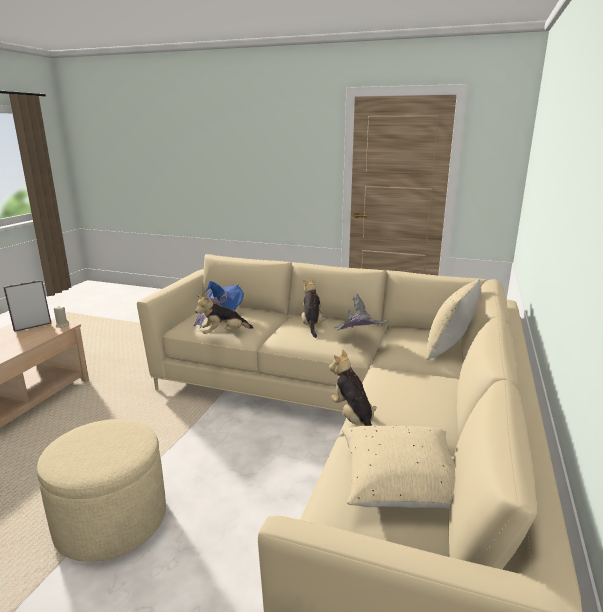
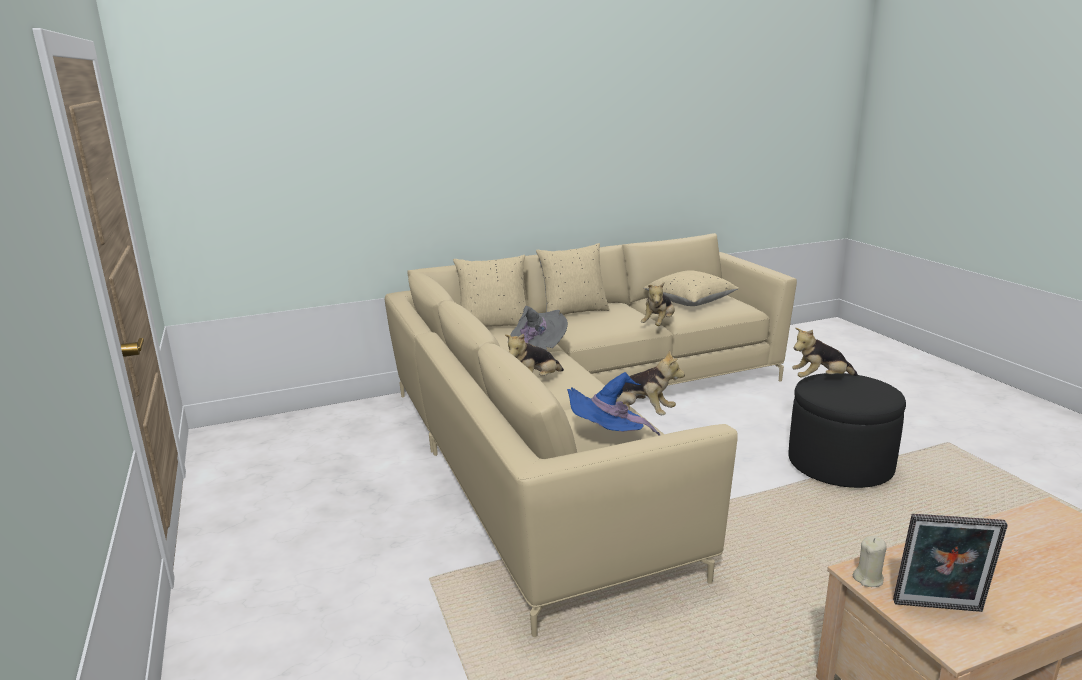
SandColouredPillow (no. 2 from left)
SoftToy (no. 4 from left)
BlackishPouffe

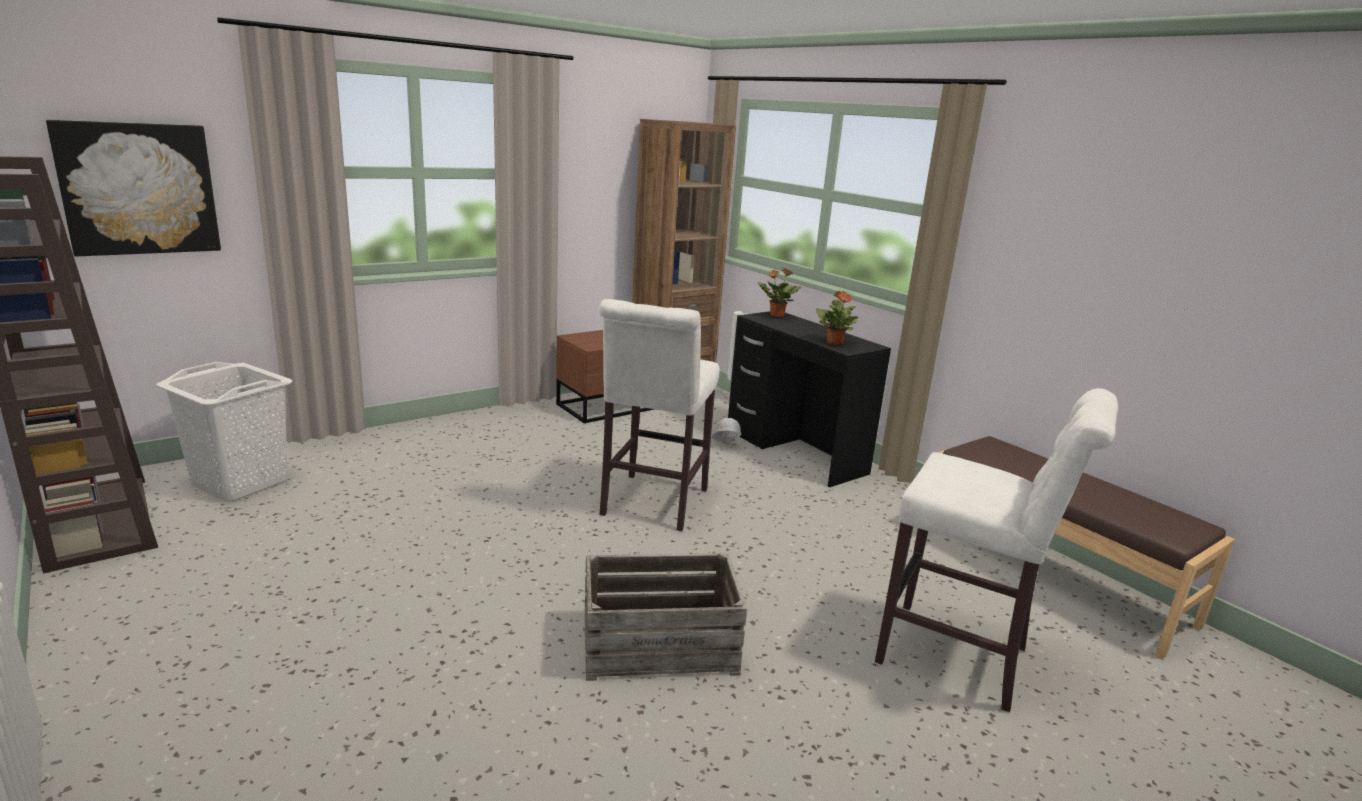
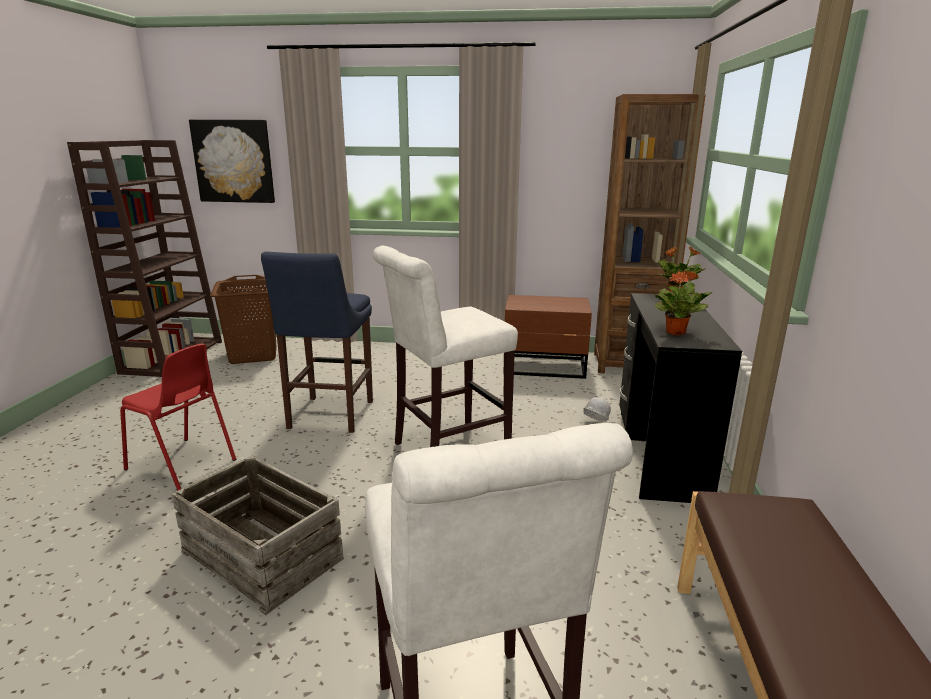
ReddishPlainChair
BlueStool
BrownWashingBasket

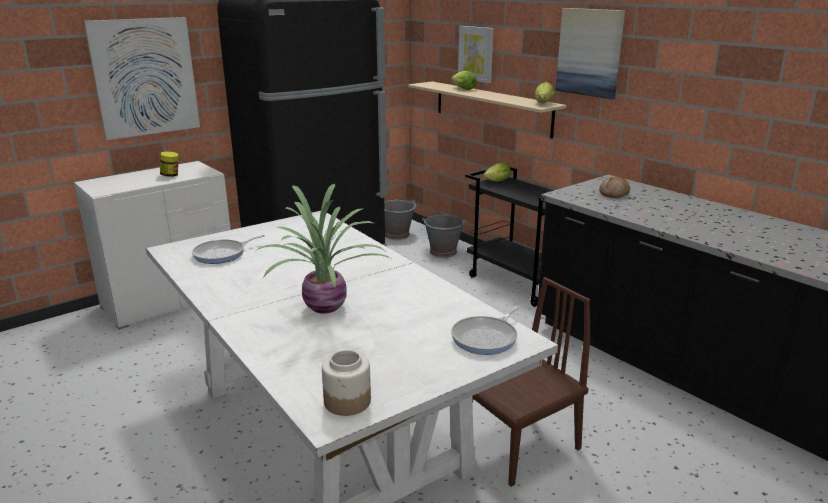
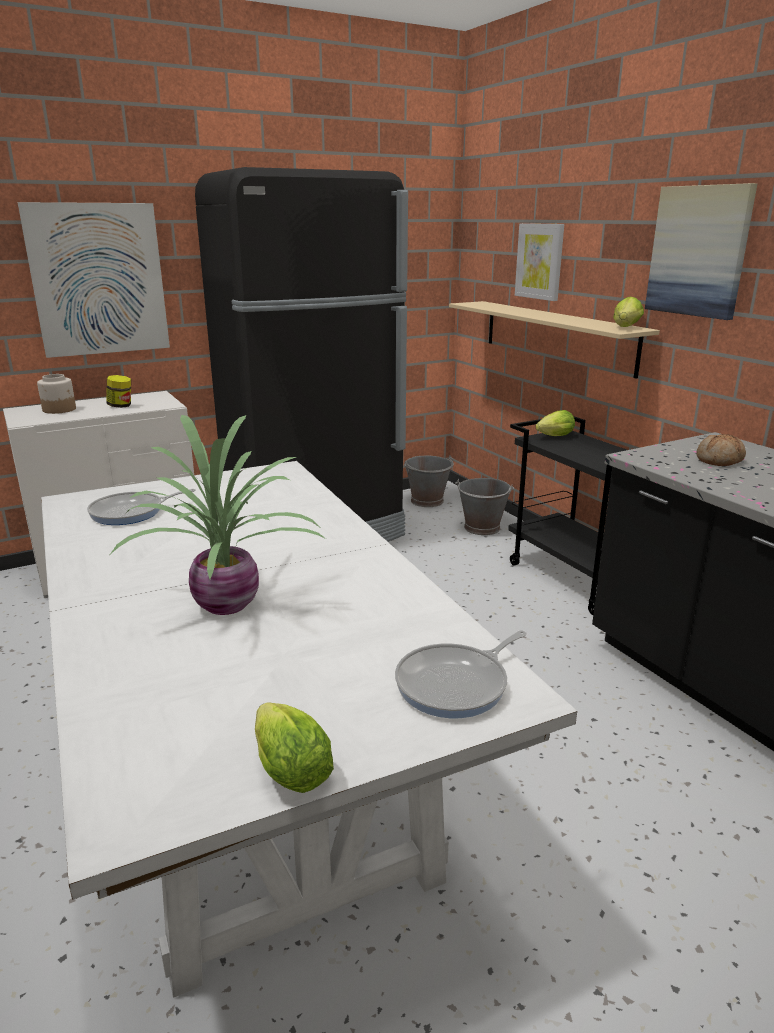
BrownPlainChair
PreserveJar (no. 1 from left)
LettuceHead (no. 1 from left)

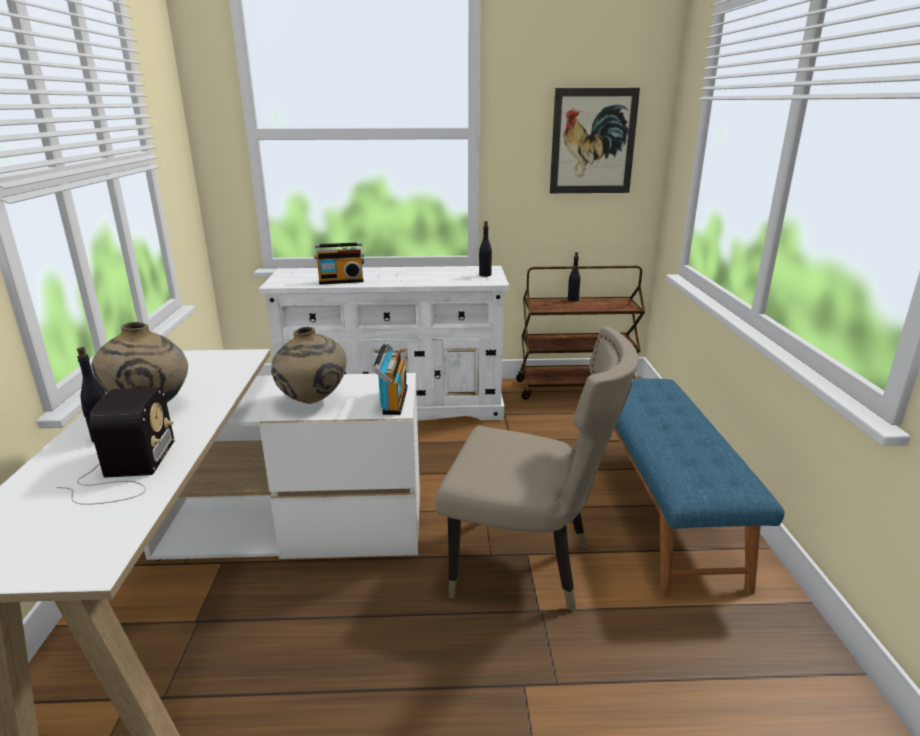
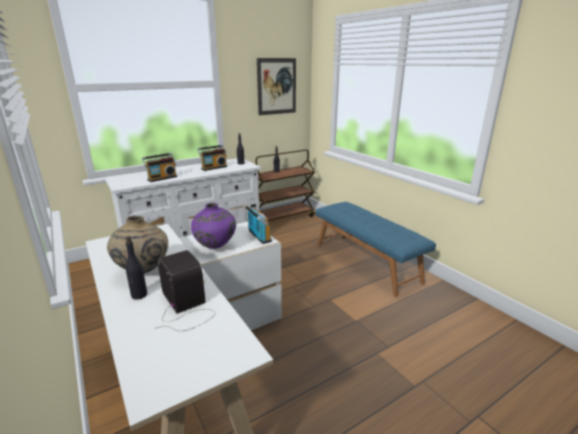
SandColouredPlainChair
RadioReceiver (no. 3 from left)
PurpleFlowerVase

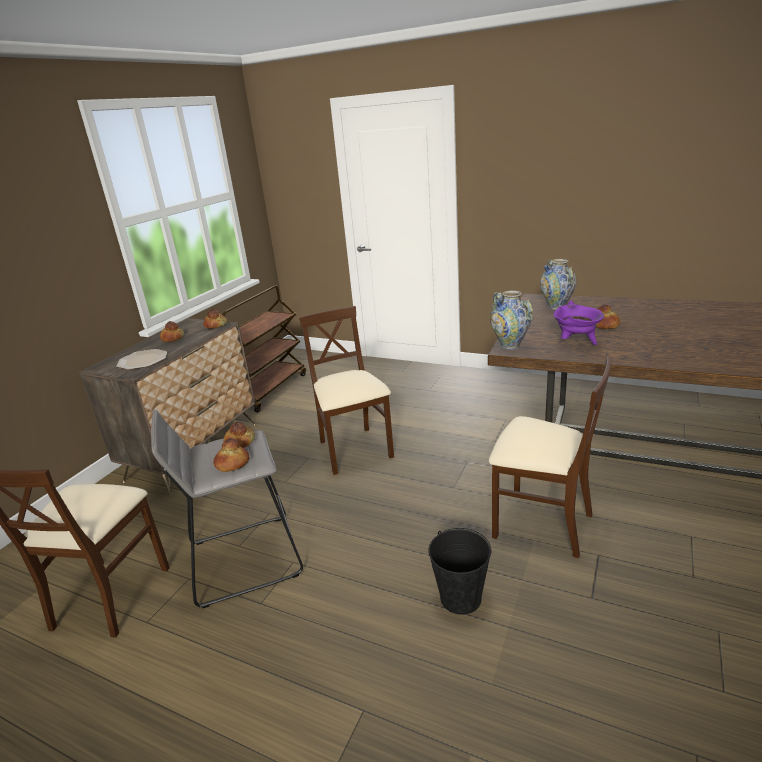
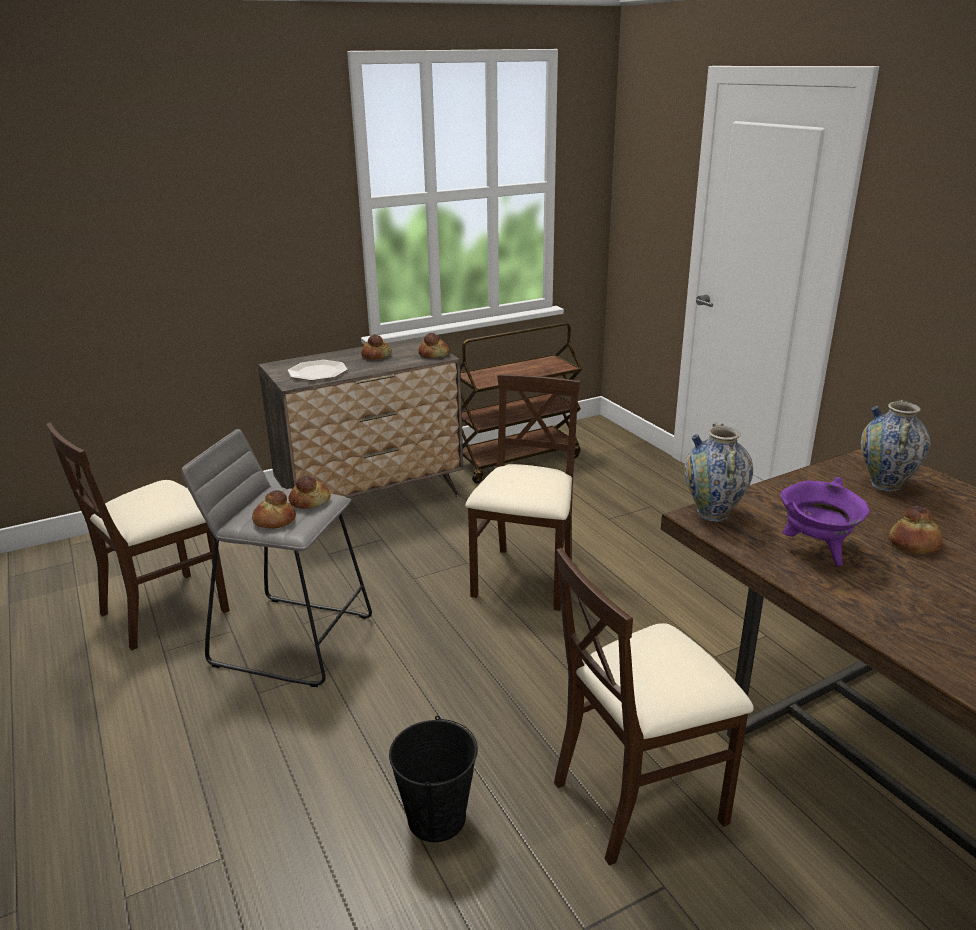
SandColouredPlainChair (no. 3 from left)

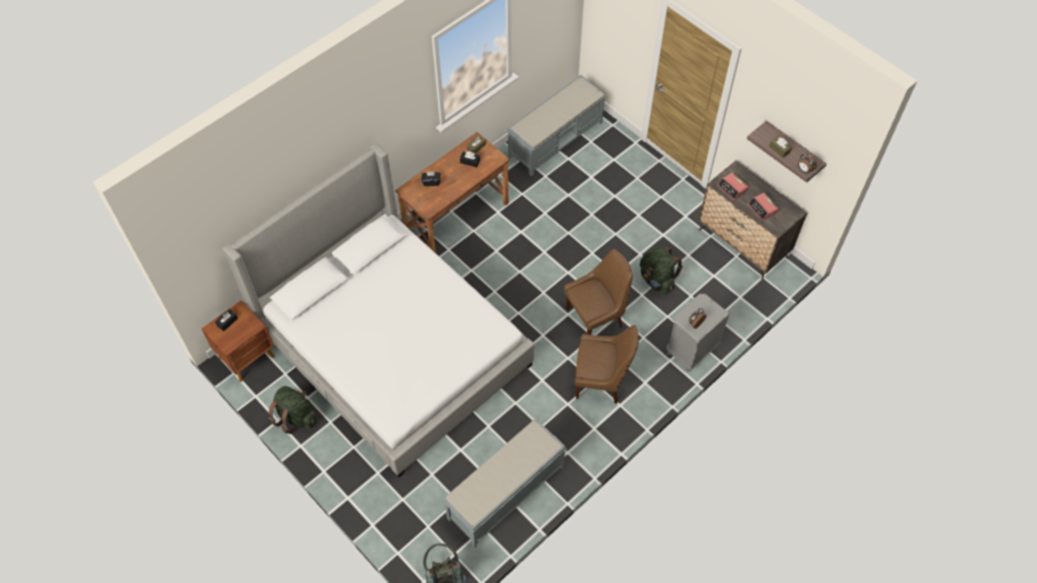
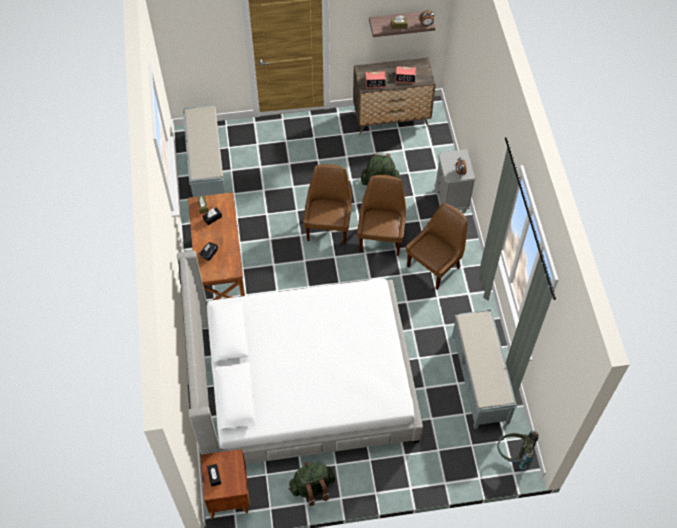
BrownPlainChair (no. 1 from left)

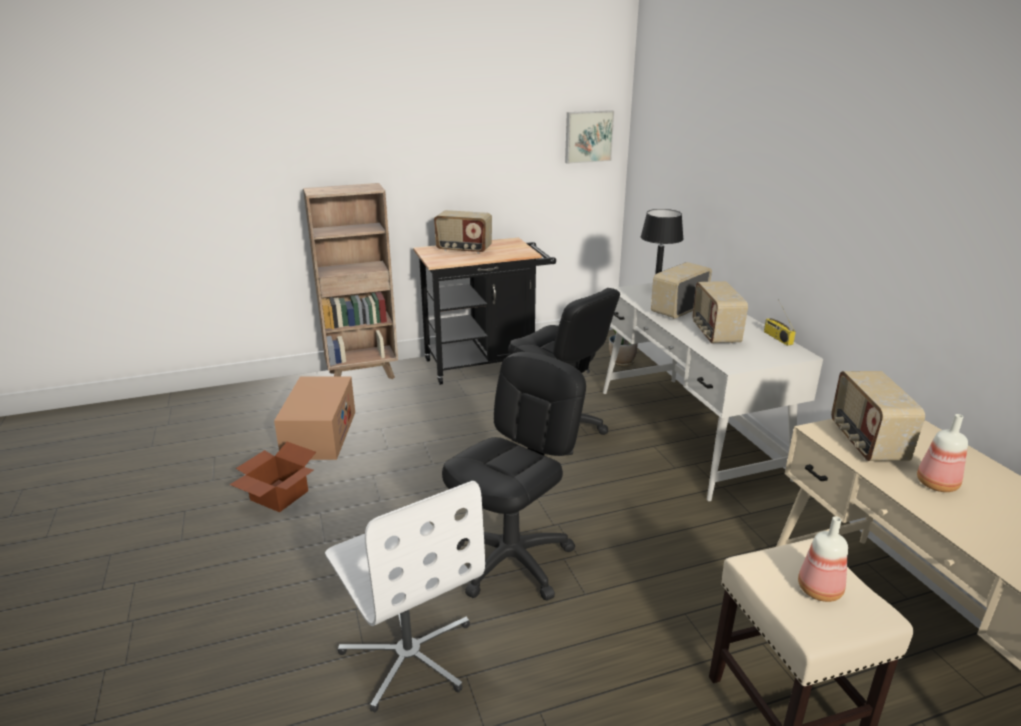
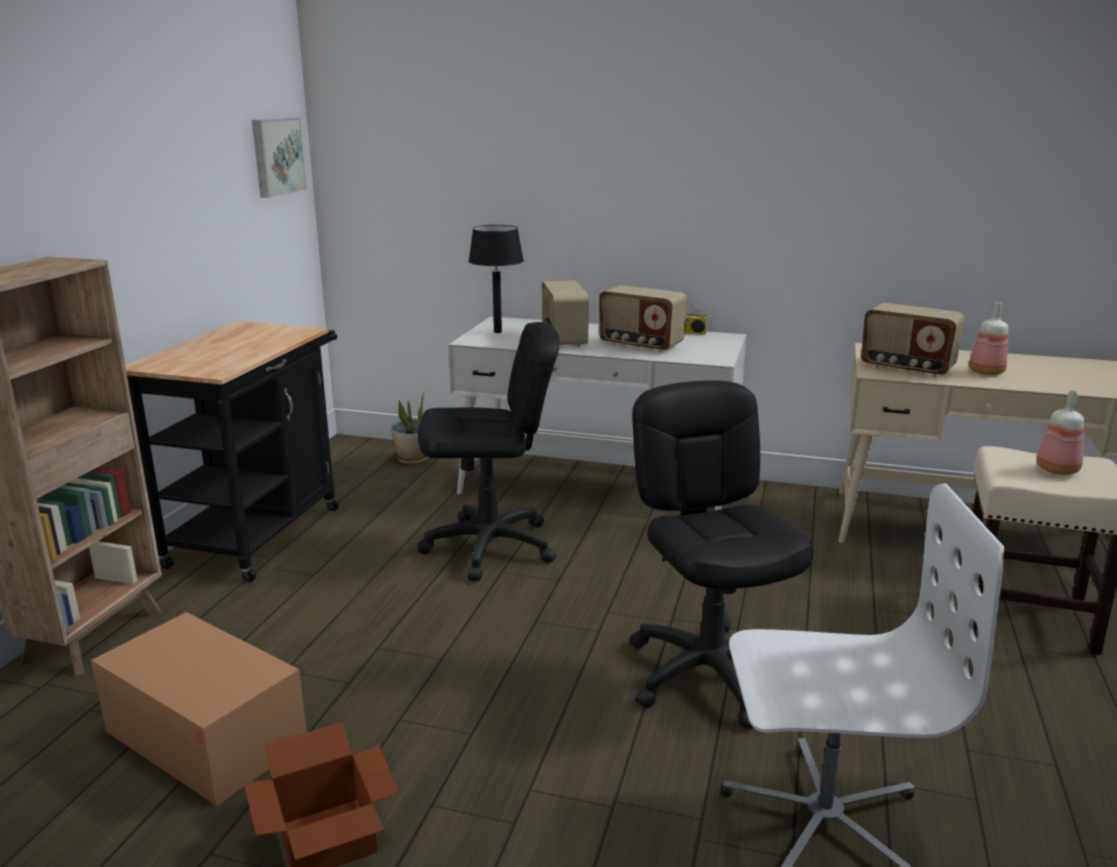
RadioReceiver (no. 1 from left in the first image)

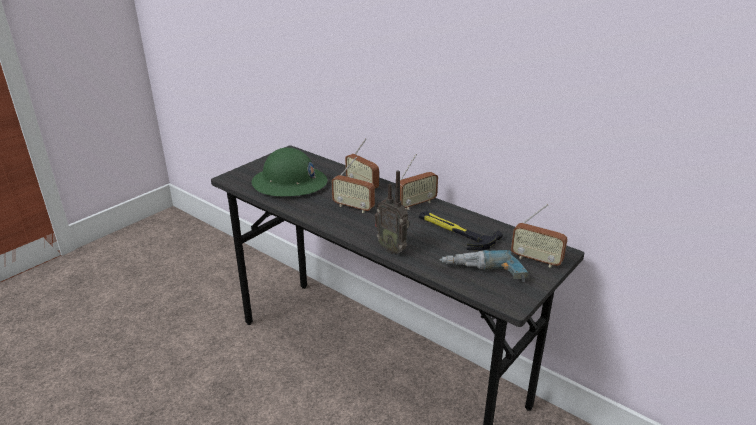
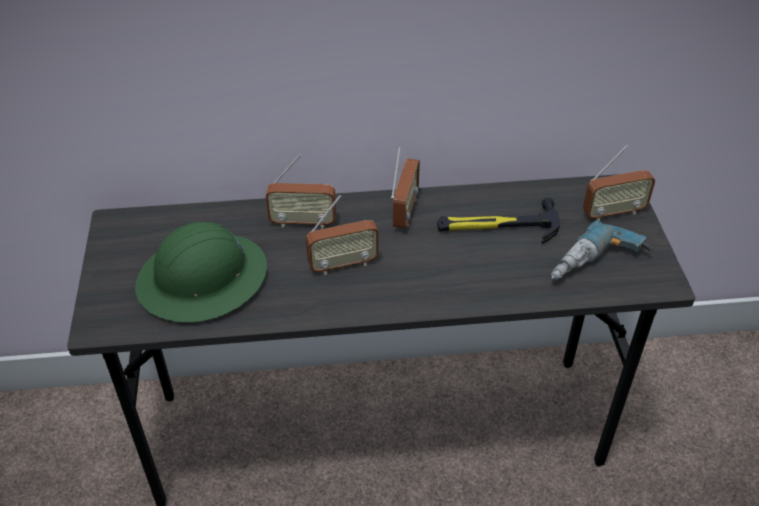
RadioReceiver (no. 3 from left in the first image)

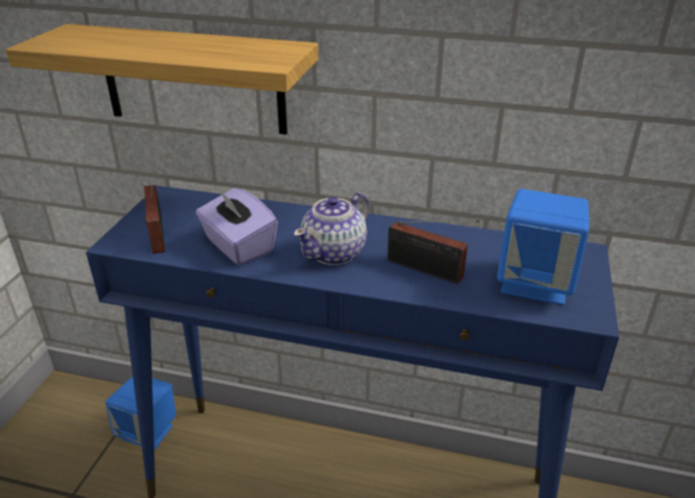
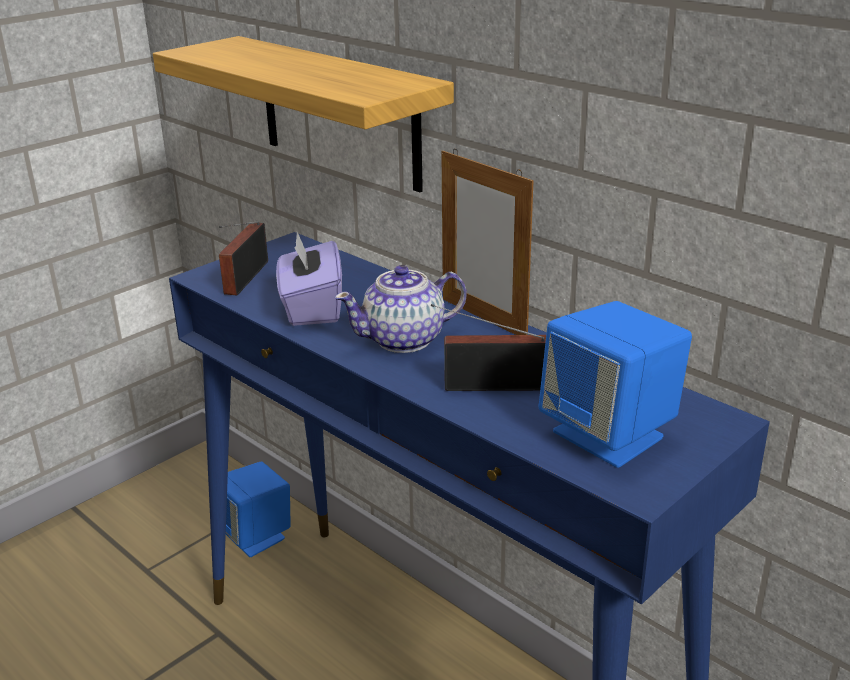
PhotoFrame
RadioReceiver (no. 2 from left)

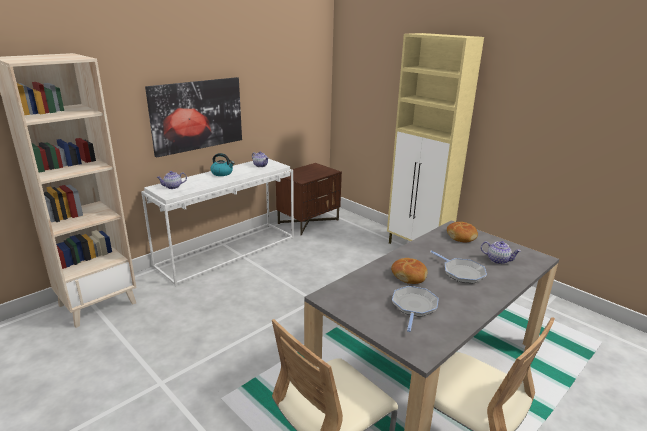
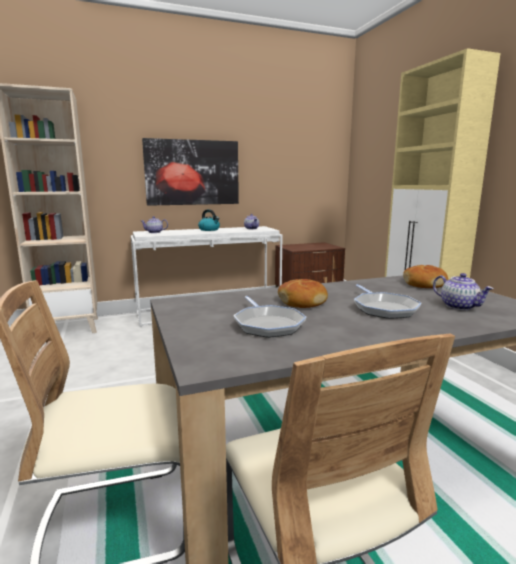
Skillet (no. 1 from left)

